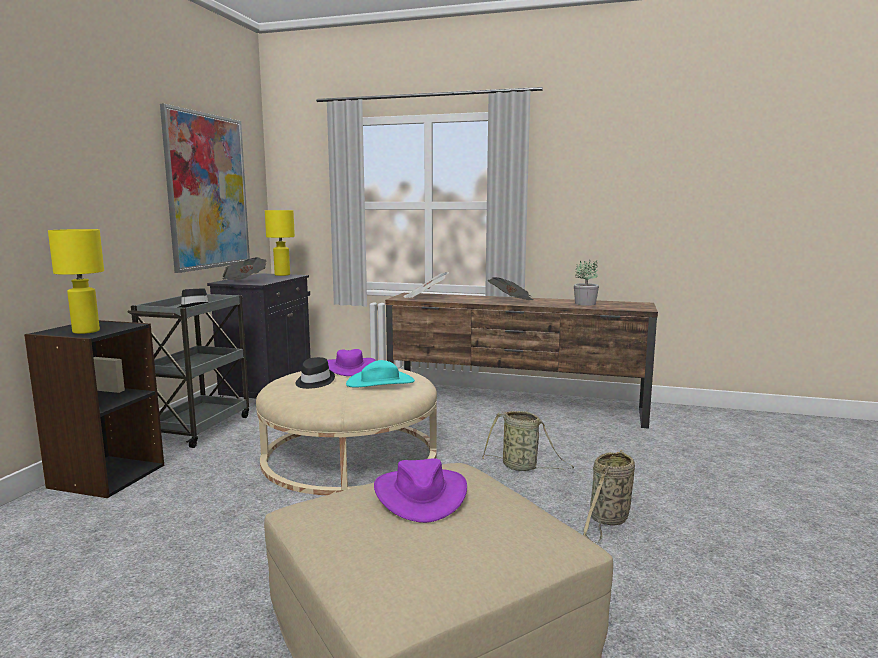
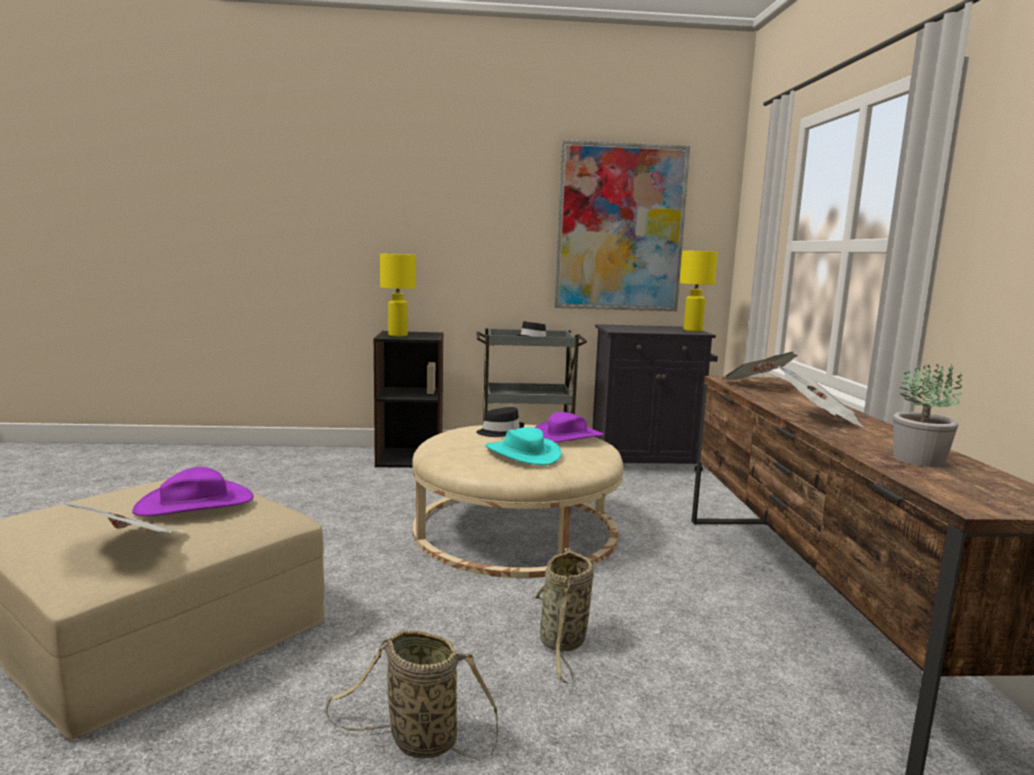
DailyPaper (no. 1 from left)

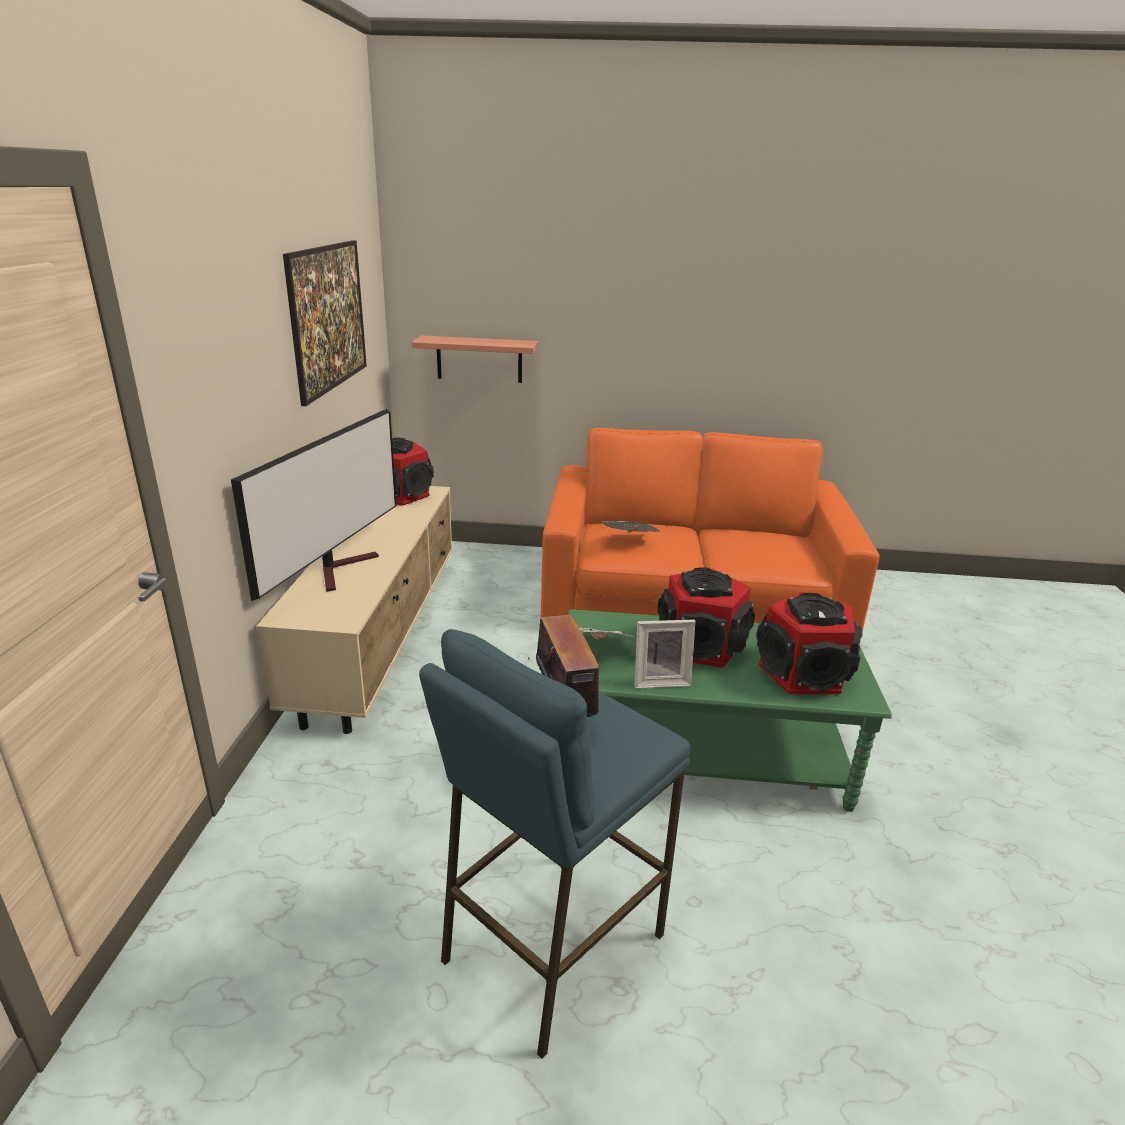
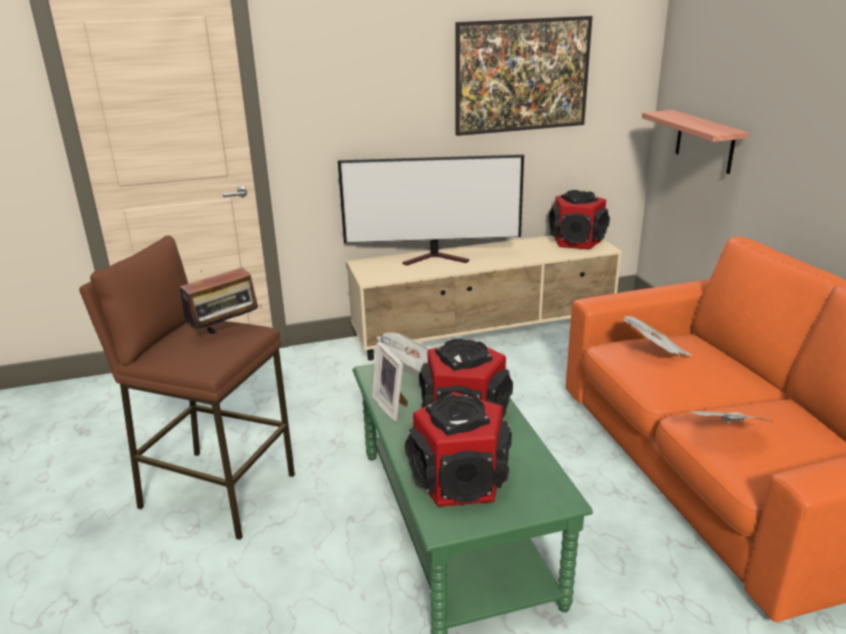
DailyPaper (no. 3 from left)
BrownStool

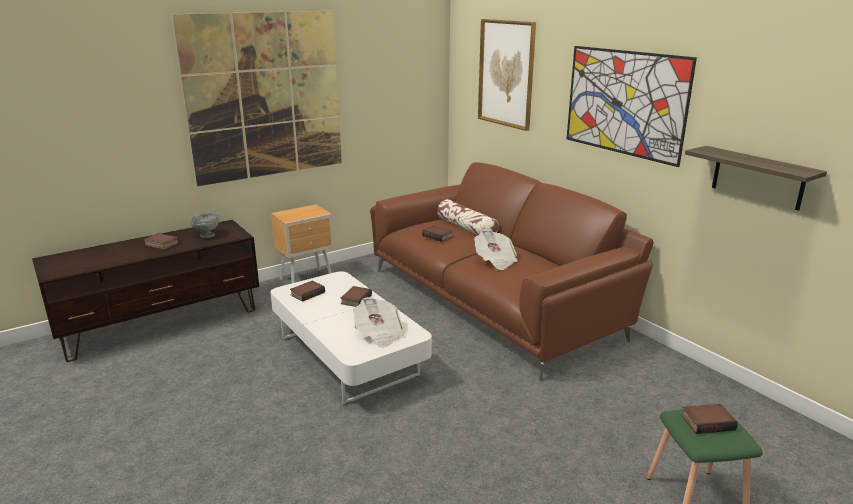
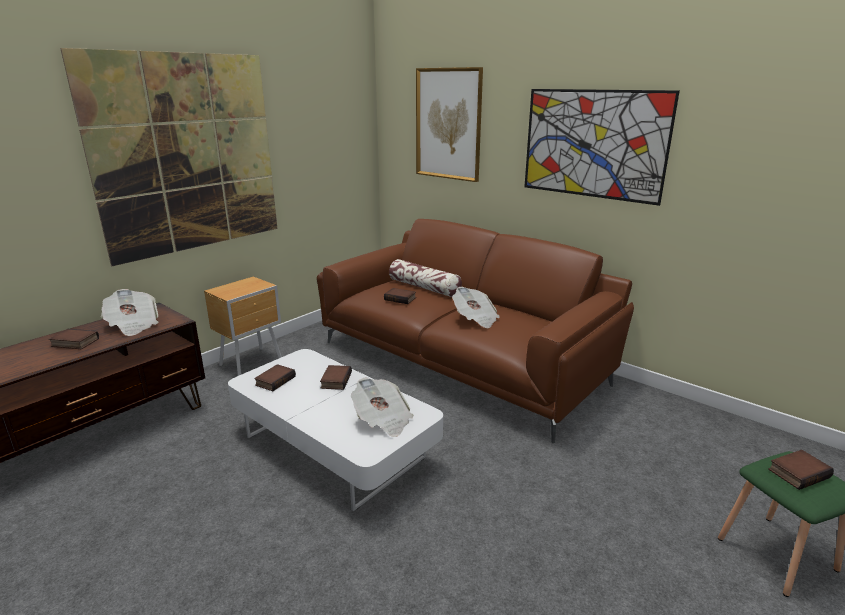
BracketShelf
DailyPaper (no. 1 from left)

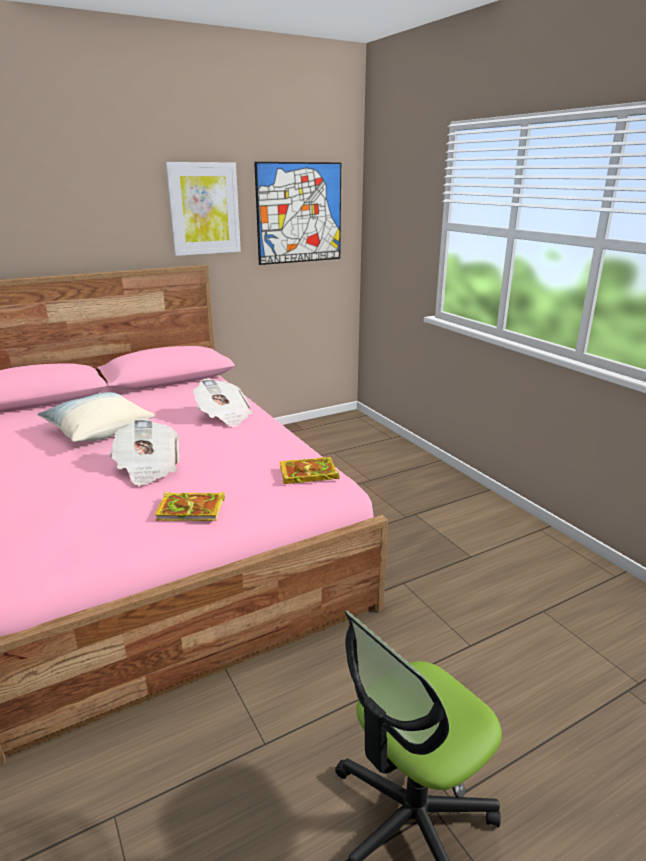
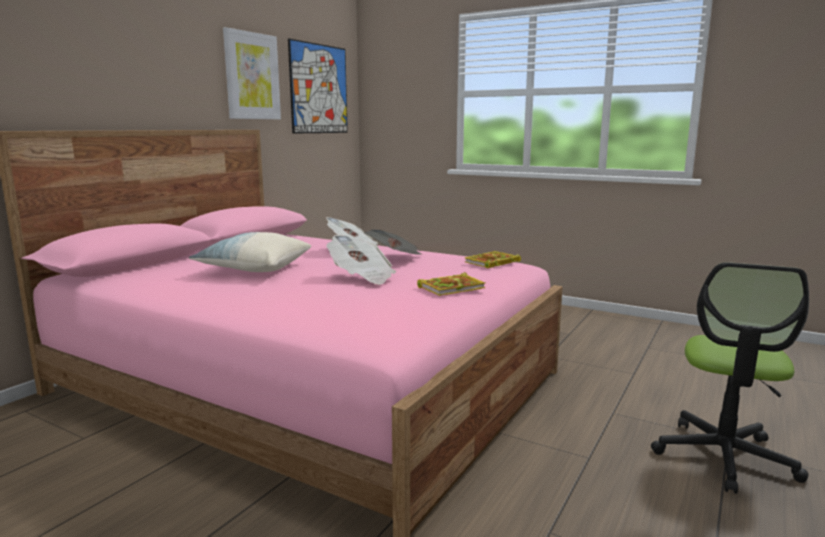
DailyPaper (no. 3 from left)

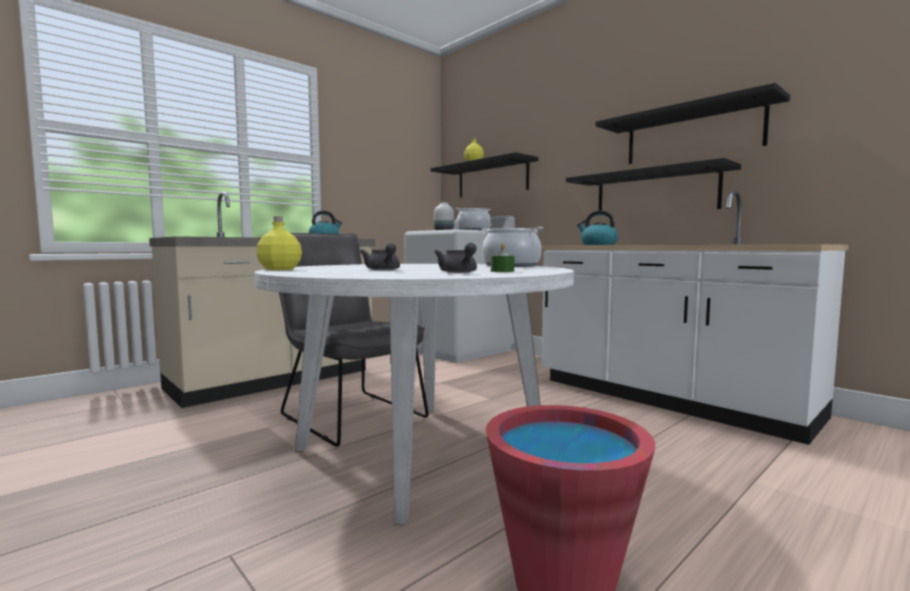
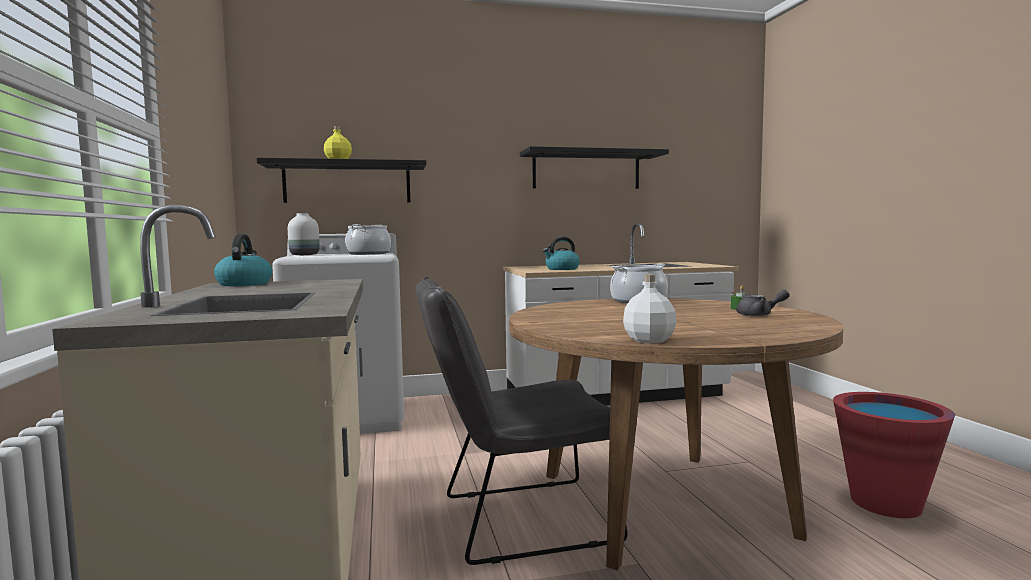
GrayTeapot (no. 1 from left in the first image)
BlackishBracketShelf (no. 2 from left in the first image)
BrownDiningTable
WhiteBeverageBottle

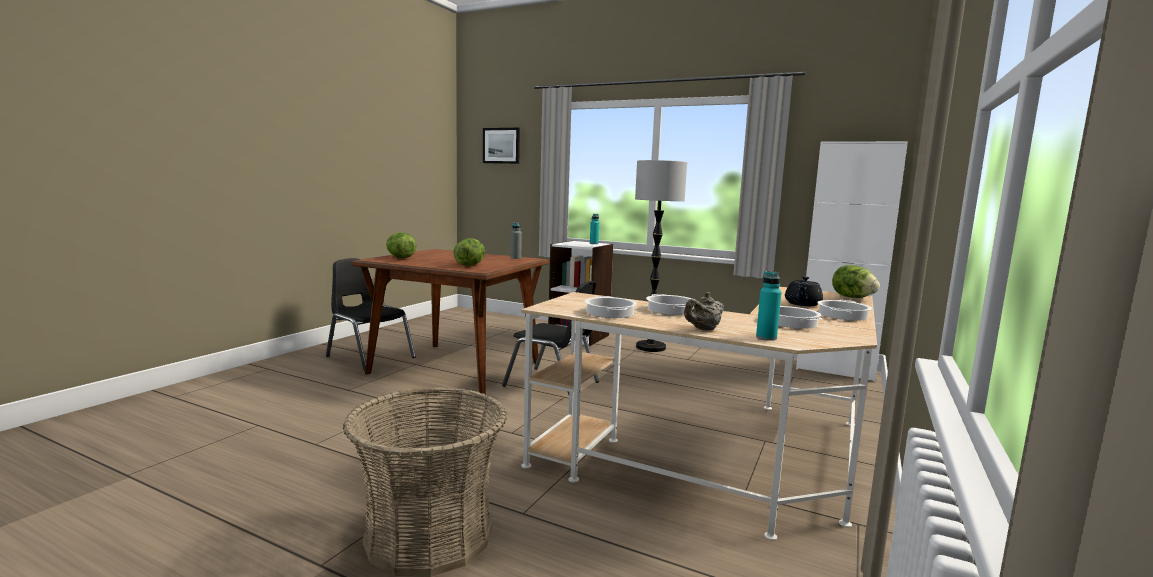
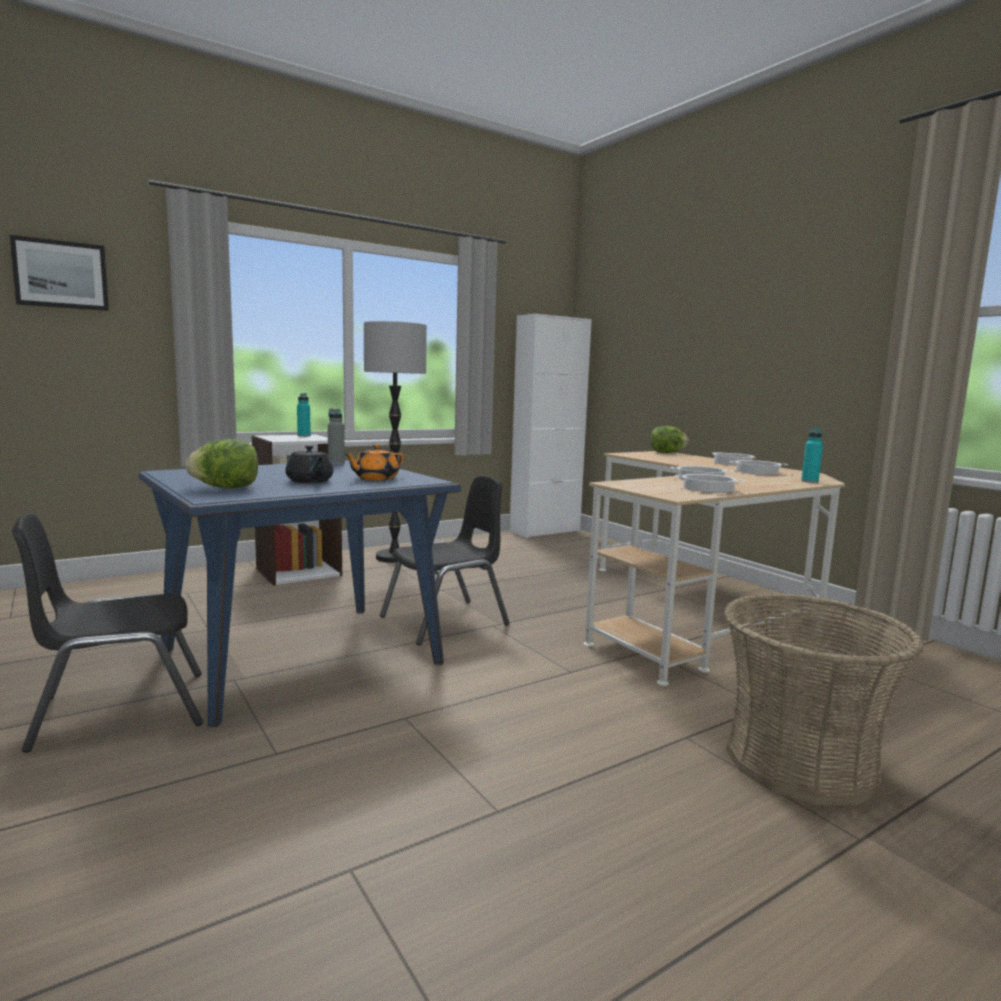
SandColouredTeapot
BlackishTeapot
OrangeColouredTeapot
BlueDiningTable

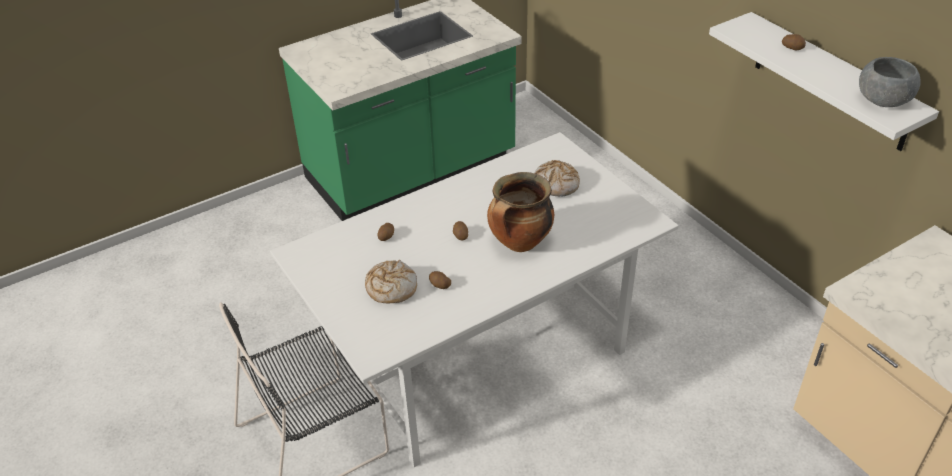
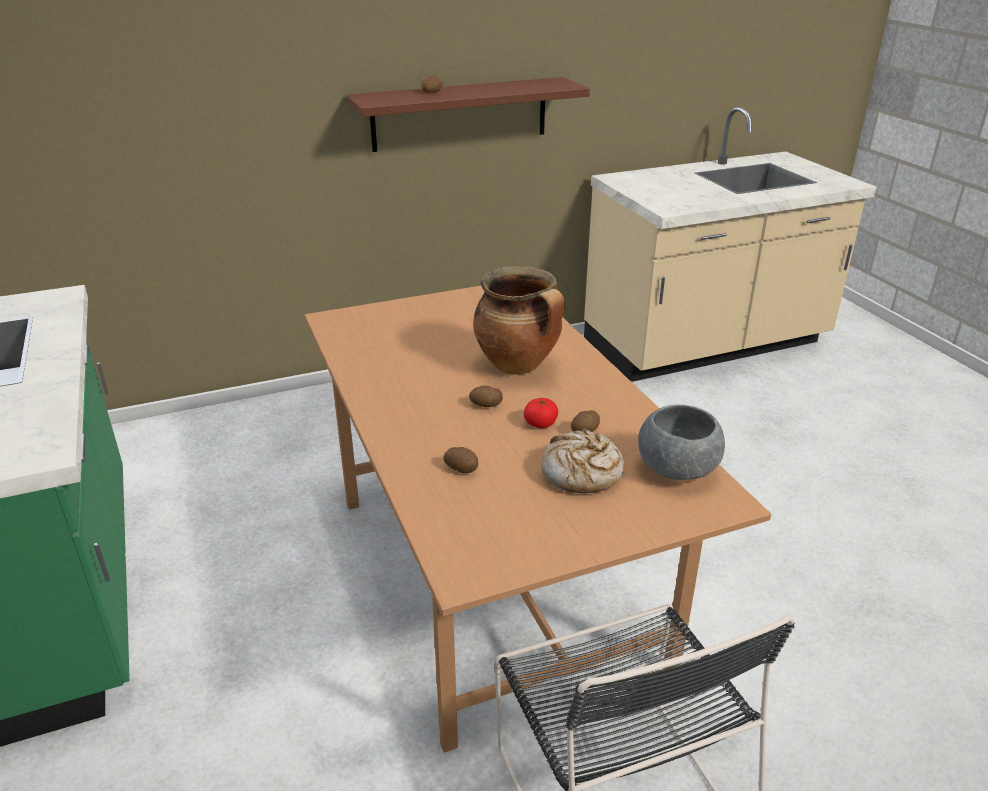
Bread (no. 2 from left in the first image)
Tomato
GrayBowl
BrownDiningTable
BrownBracketShelf

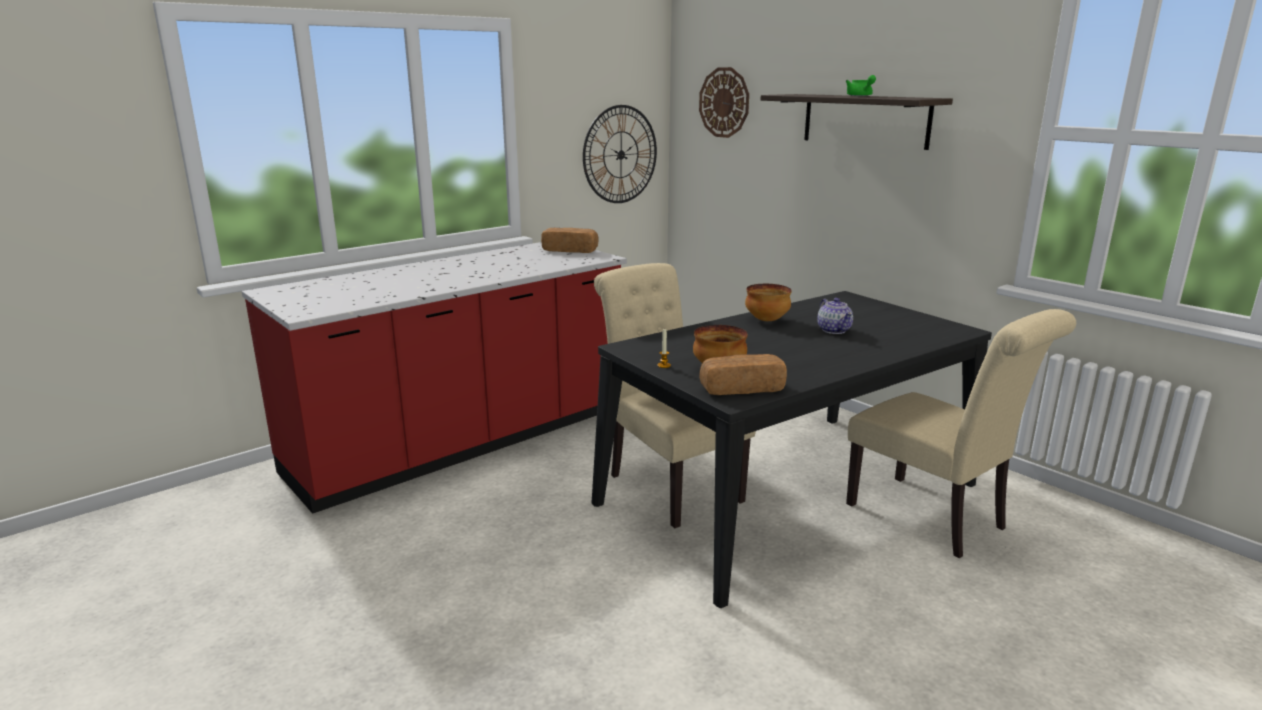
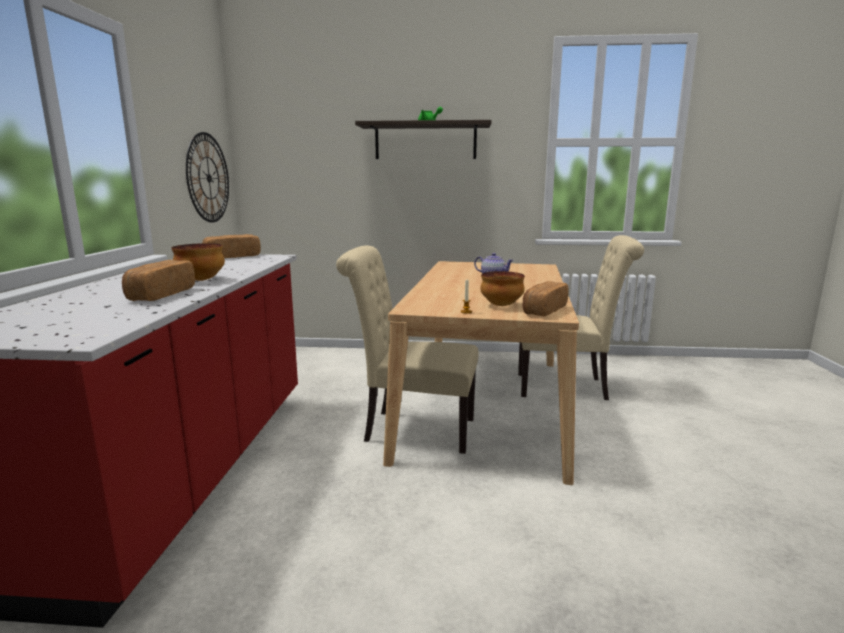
HangingClock (no. 2 from left in the first image)
Bread (no. 1 from left)
Bowl (no. 1 from left)
SandColouredDiningTable

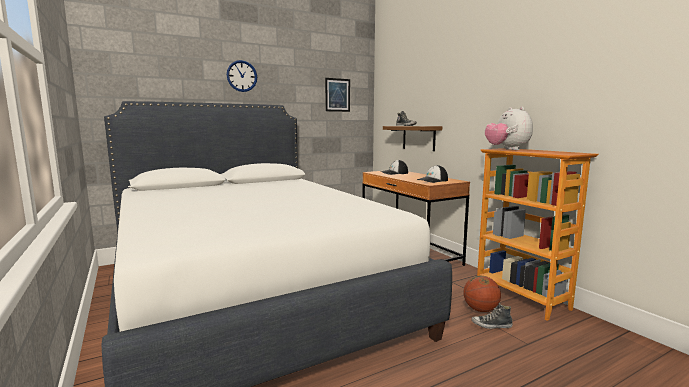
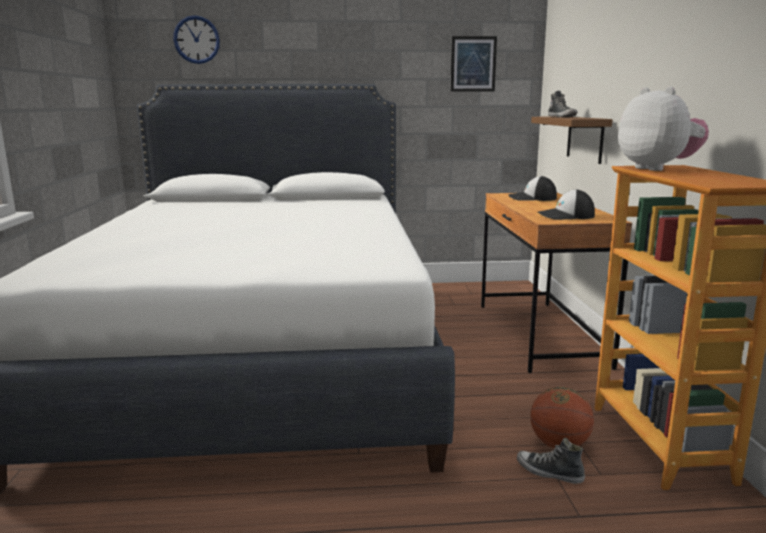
HangingClock
SoftToy

